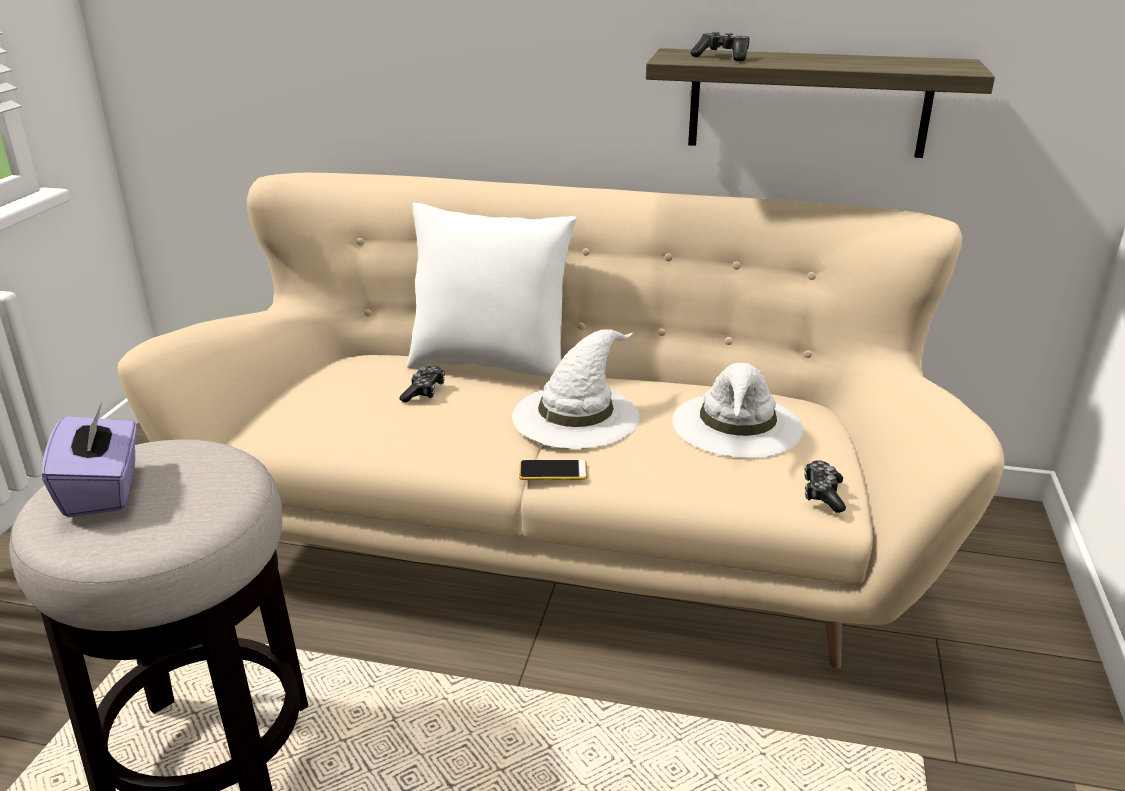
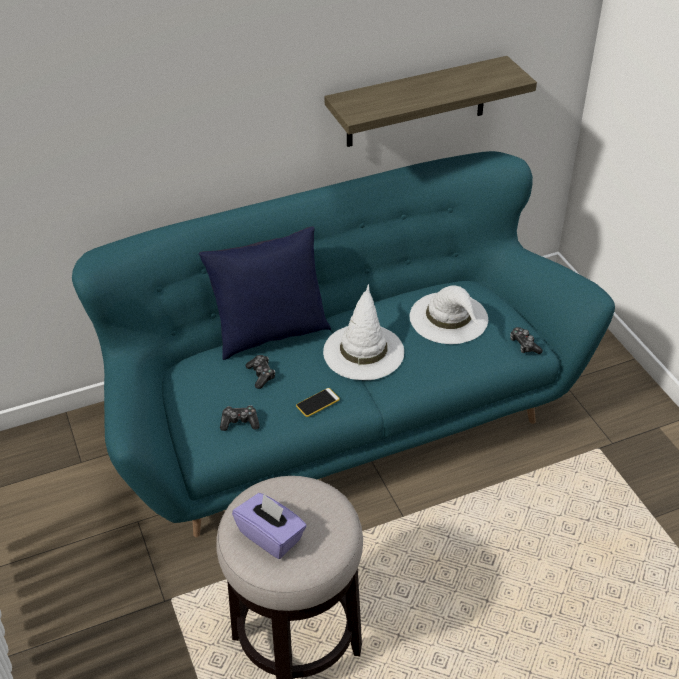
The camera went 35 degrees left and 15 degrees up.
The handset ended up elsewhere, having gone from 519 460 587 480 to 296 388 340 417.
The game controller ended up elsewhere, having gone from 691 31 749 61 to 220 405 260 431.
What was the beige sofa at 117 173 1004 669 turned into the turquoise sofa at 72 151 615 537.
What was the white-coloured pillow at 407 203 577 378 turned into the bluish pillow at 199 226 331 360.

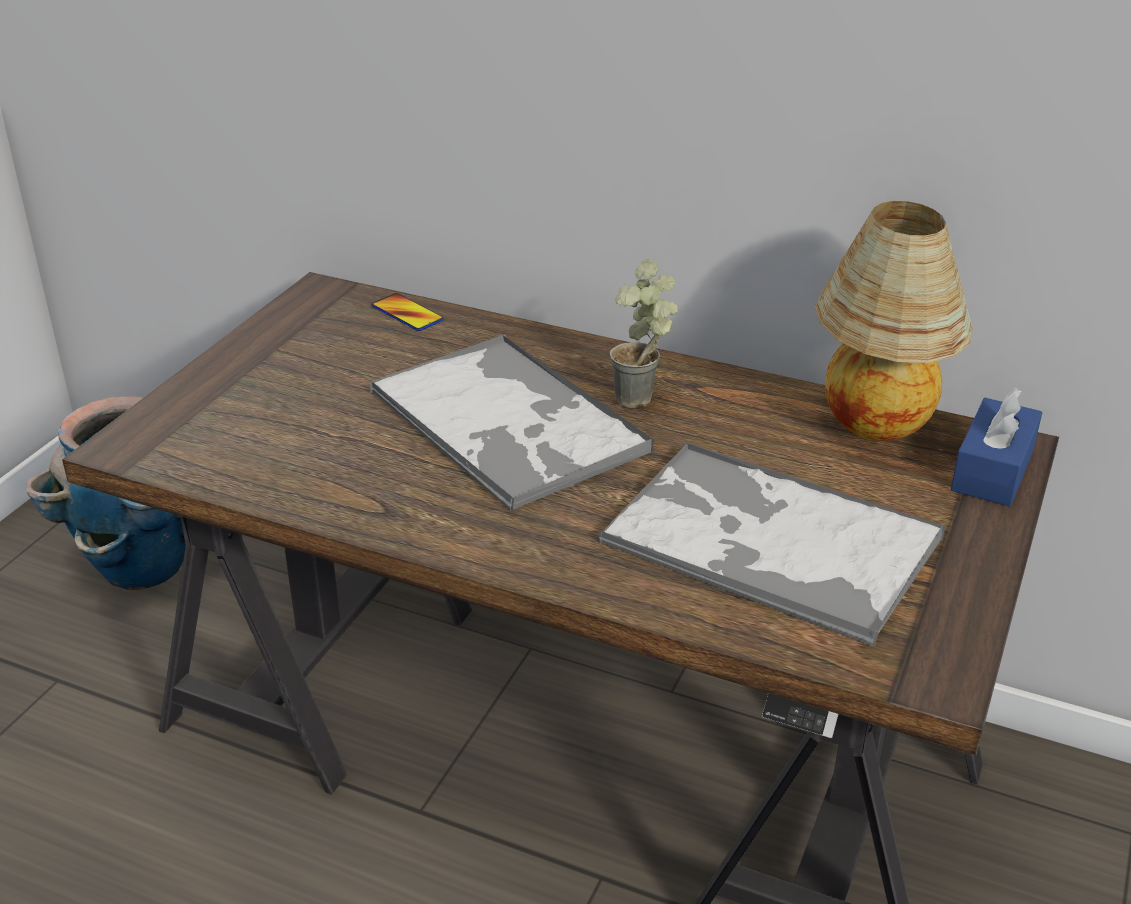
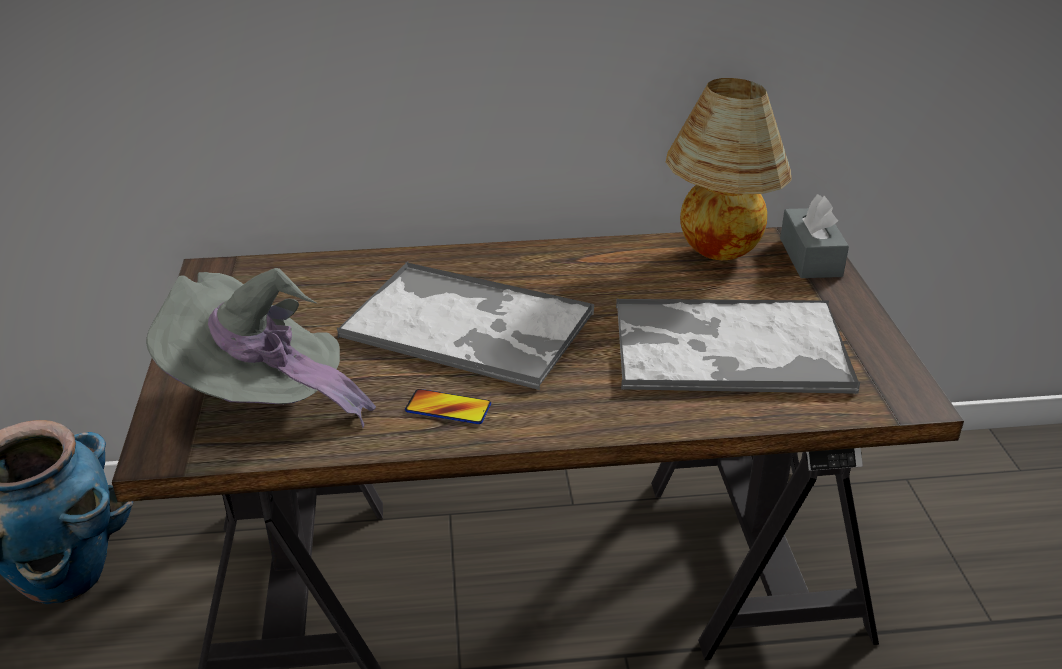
The camera went 30 degrees left and 0 degrees up.
The second view lost the potted plant at 610 259 678 408.
The second view gained the grey hat at 146 268 376 429.
The handset ended up elsewhere, having gone from 372 293 444 331 to 405 389 491 424.
What was the bluish tissue box at 951 388 1042 507 turned into the grey tissue box at 780 194 849 278.

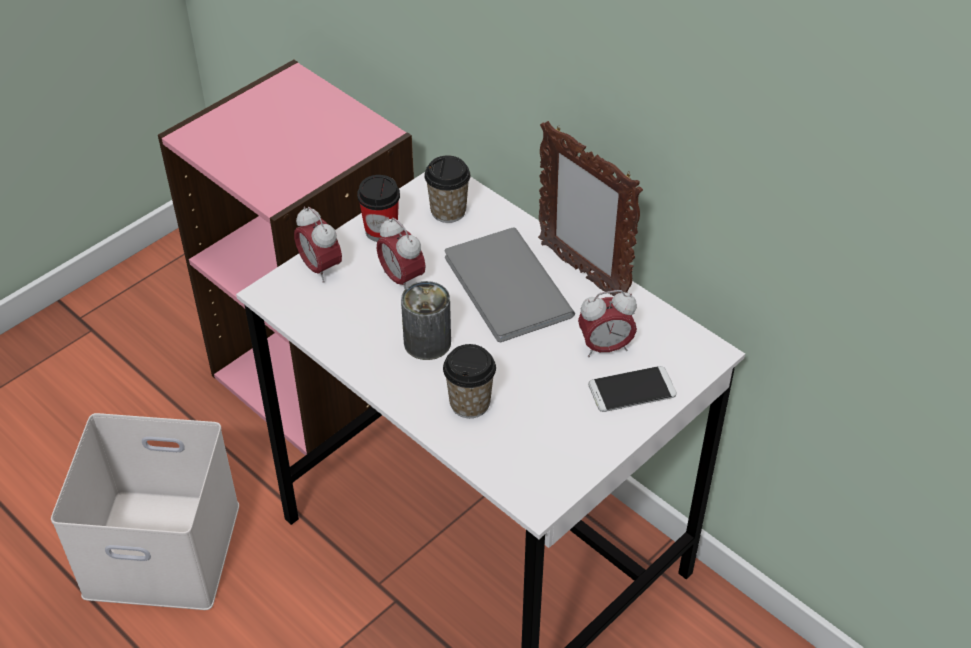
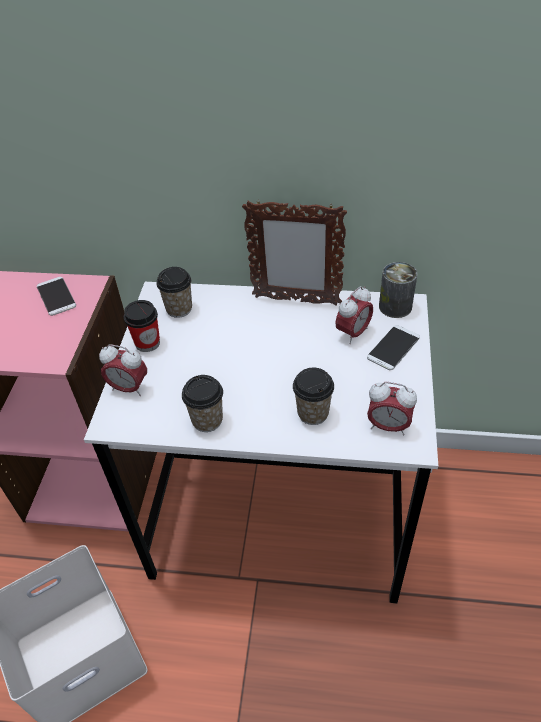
The camera went 35 degrees left and 0 degrees up.
The second view lost the grey volume at 444 227 575 342.
The second view gained the handset at 37 277 76 316.
The second view gained the small cup at 182 375 223 432.
The table clock ended up elsewhere, having gone from 377 217 426 289 to 367 382 417 435.
The metal can ended up elsewhere, having gone from 401 281 451 360 to 379 262 417 318.

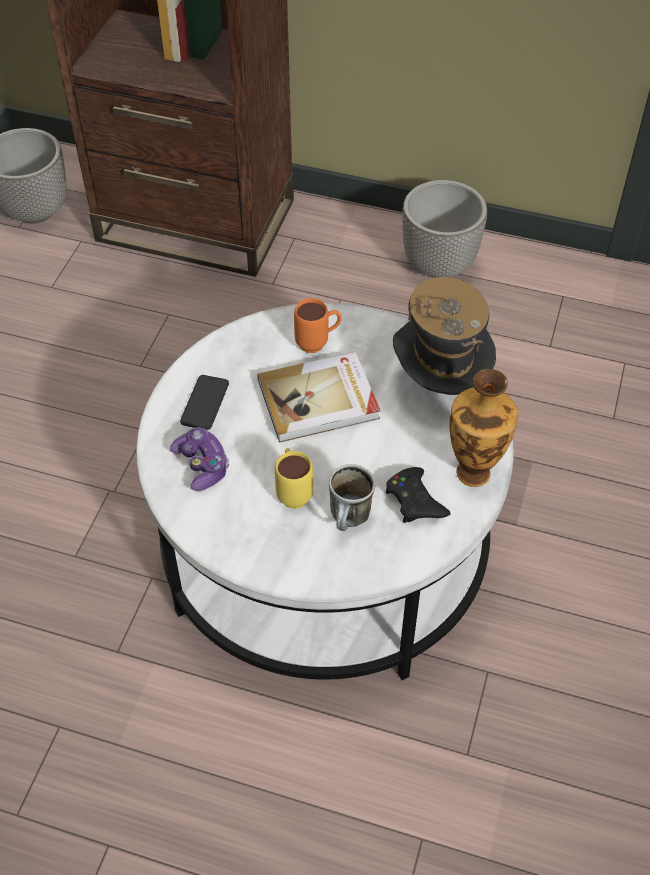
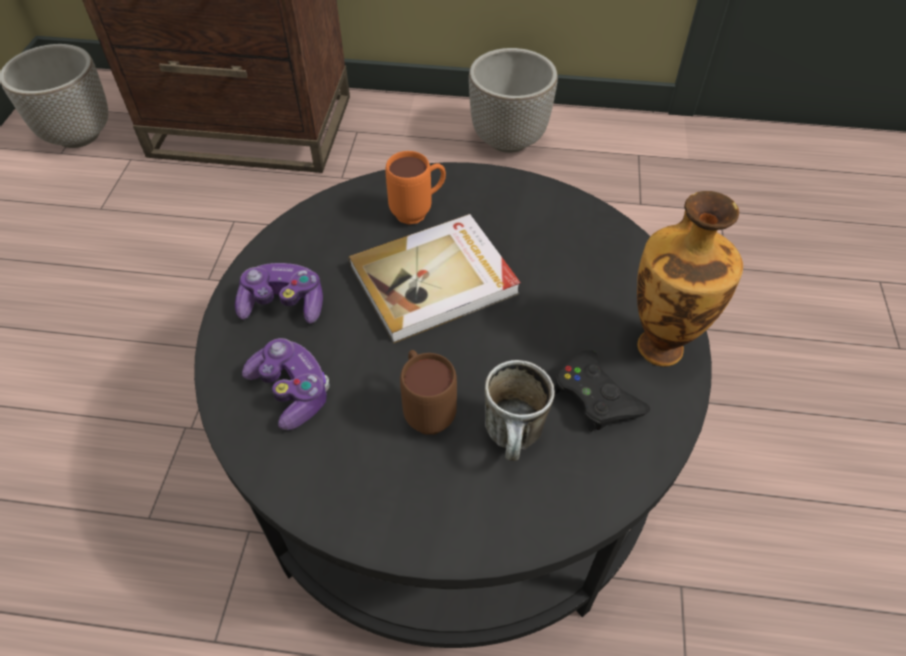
The camera went 10 degrees left and 0 degrees up.
The second view lost the hat at 393 277 496 395.
Where the handset stood at 180 375 229 430, the game controller came to stand at 235 263 323 324.
What was the white-coloured low table at 136 302 514 680 turned into the blackish low table at 194 162 712 648.
What was the yellow mug at 275 448 313 509 turned into the brown mug at 400 350 457 435.

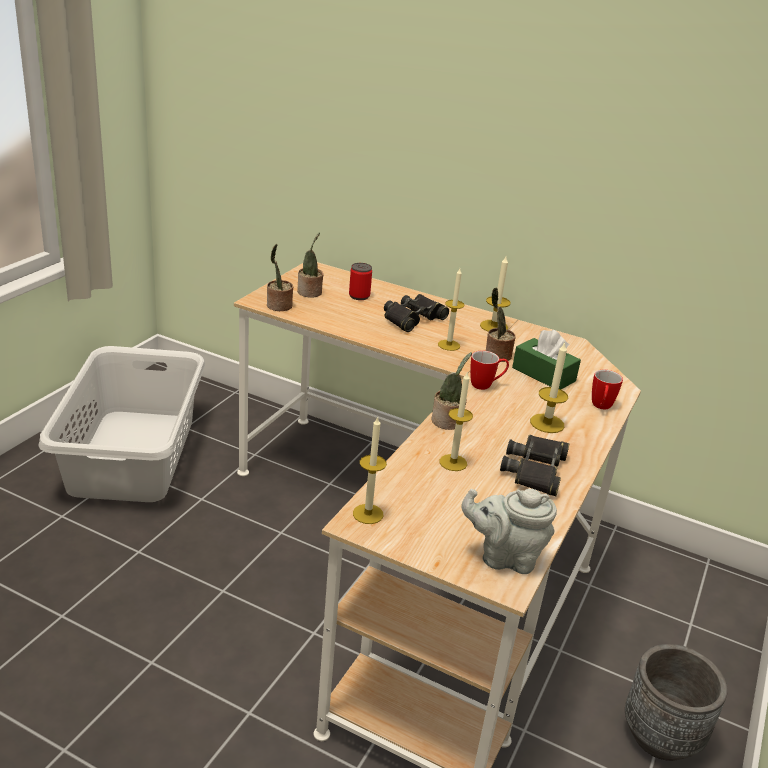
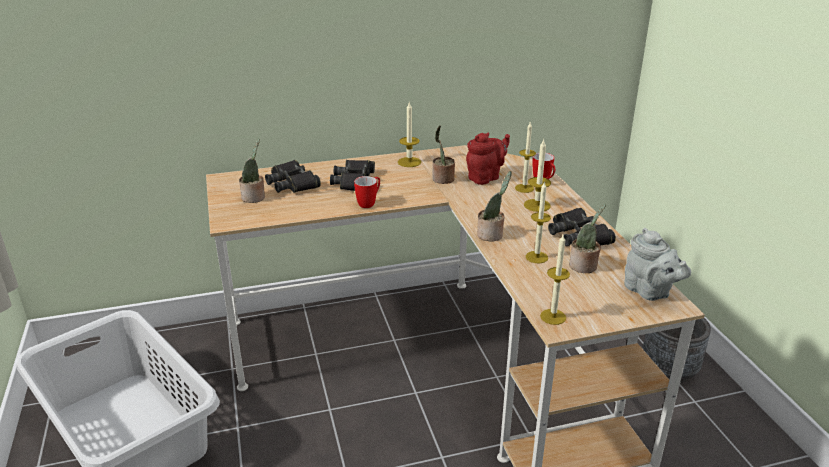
The camera went 40 degrees left and 0 degrees up.
The potted plant ended up elsewhere, having gone from 267 244 293 311 to 569 204 606 273.
The candle ended up elsewhere, having gone from 438 268 465 351 to 515 122 536 193.
The mug ended up elsewhere, having gone from 470 351 509 390 to 354 176 380 208.
Where the metal can stood at 349 263 372 300, the blackish field glasses came to stand at 265 160 321 193.
Where the green-coloured tissue box stood at 512 330 581 389, the red-coloured teapot came to stand at 466 132 510 185.
The grey teapot at 461 489 557 574 ended up facing another way, 90 degrees counterclockwise from before.

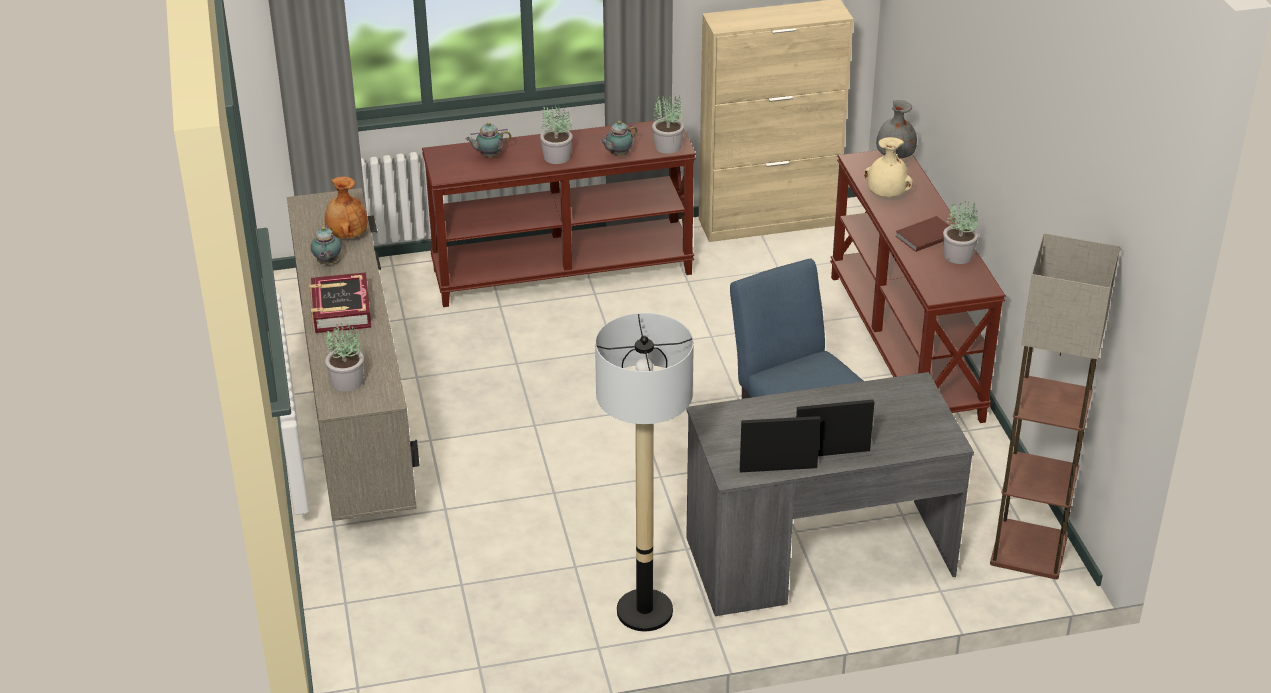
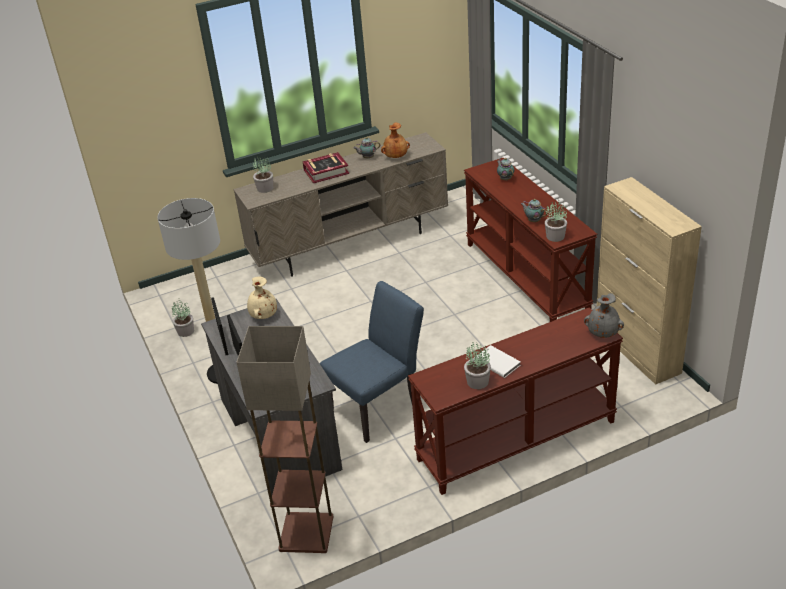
The camera went 80 degrees right and 0 degrees up.
The potted plant ended up elsewhere, having gone from 540 104 573 164 to 172 299 194 337.
The beige flower vase ended up elsewhere, having gone from 864 137 913 197 to 247 277 277 319.
What was the brown volume at 895 216 950 252 turned into the white-coloured volume at 474 345 521 378.

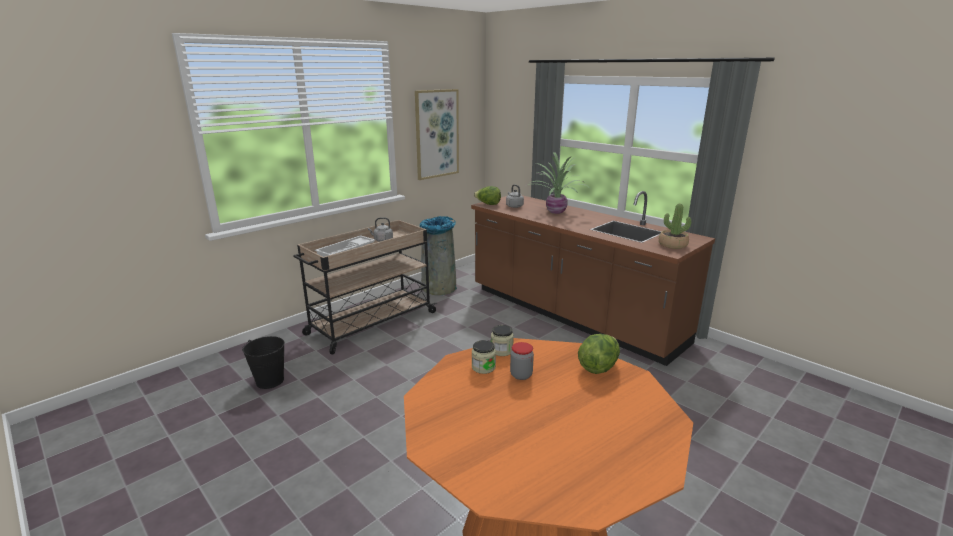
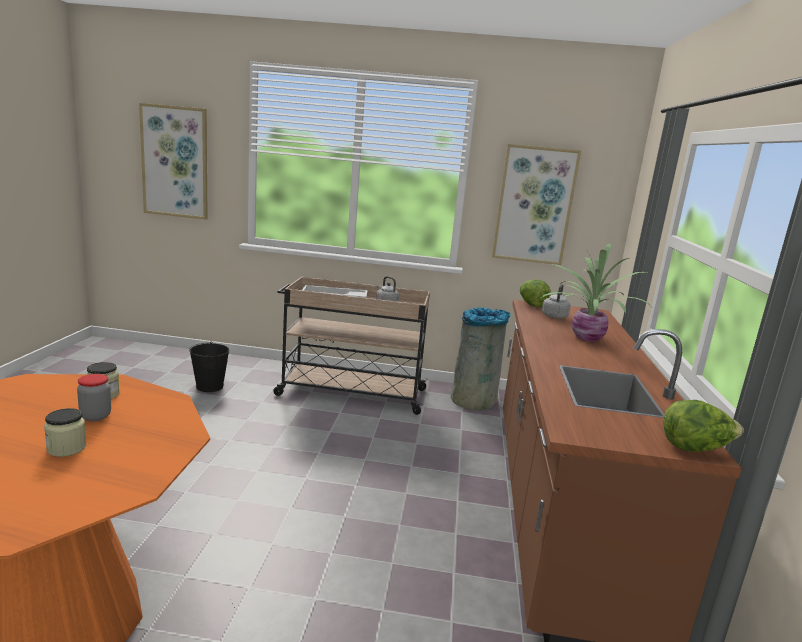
The camera went 50 degrees right and 5 degrees down.
The second view lost the potted plant at 659 203 691 249.
The second view gained the wall picture at 139 103 208 220.
The storage jar ended up elsewhere, having gone from 491 325 514 356 to 44 408 86 457.
The head of lettuce ended up elsewhere, having gone from 578 334 620 374 to 663 400 744 452.

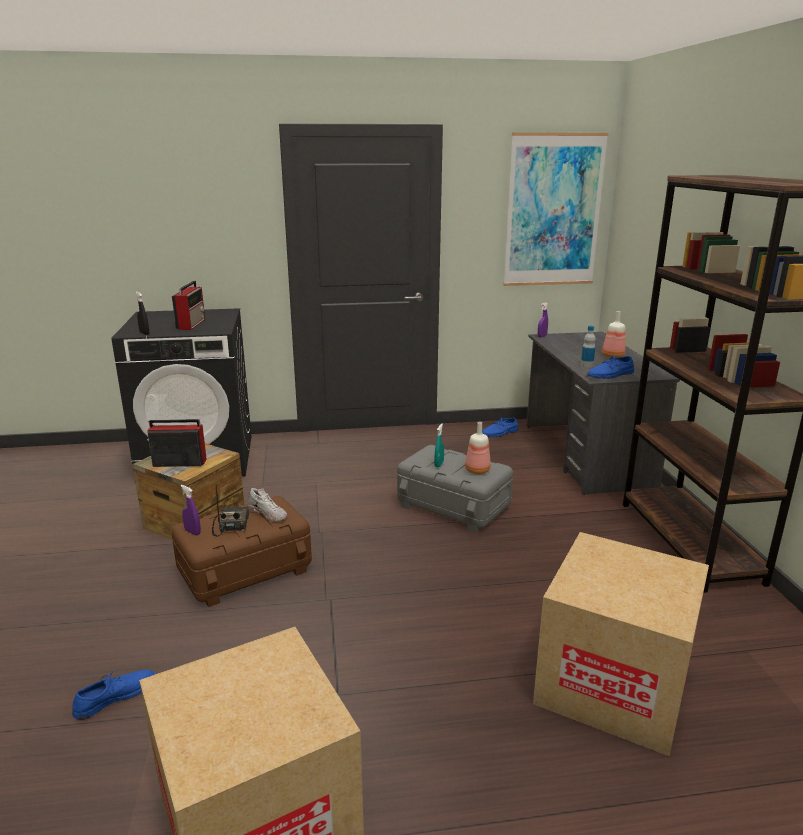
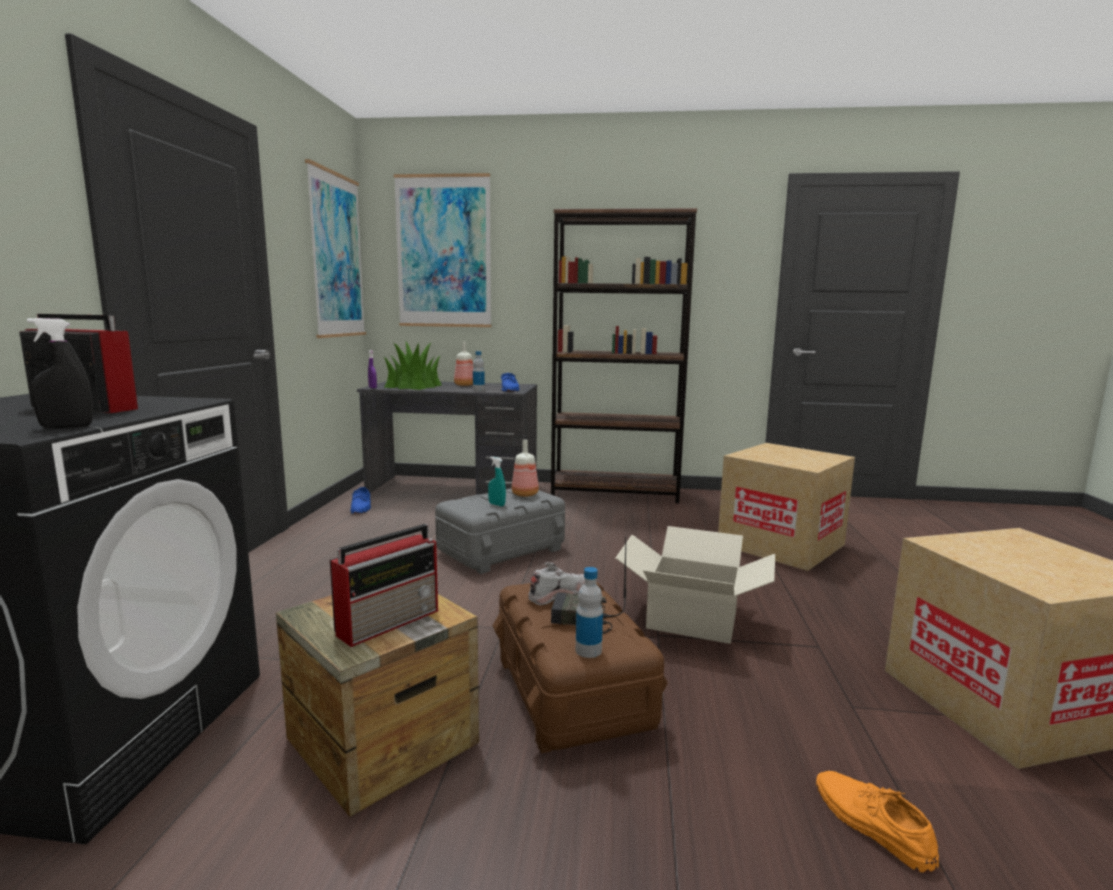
The camera went 75 degrees left and 10 degrees down.
The second view gained the potted plant at 384 342 442 390.
The second view gained the wall picture at 394 173 491 327.
The second view gained the packing box at 616 526 775 644.
Where the purplish spray bottle stood at 181 485 201 535, the drink bottle came to stand at 576 567 603 658.
What was the bluish low shoe at 72 670 156 720 turned into the orange-coloured low shoe at 816 771 939 873.
The radio set at 147 419 207 467 ended up facing another way, 150 degrees counterclockwise from before.

